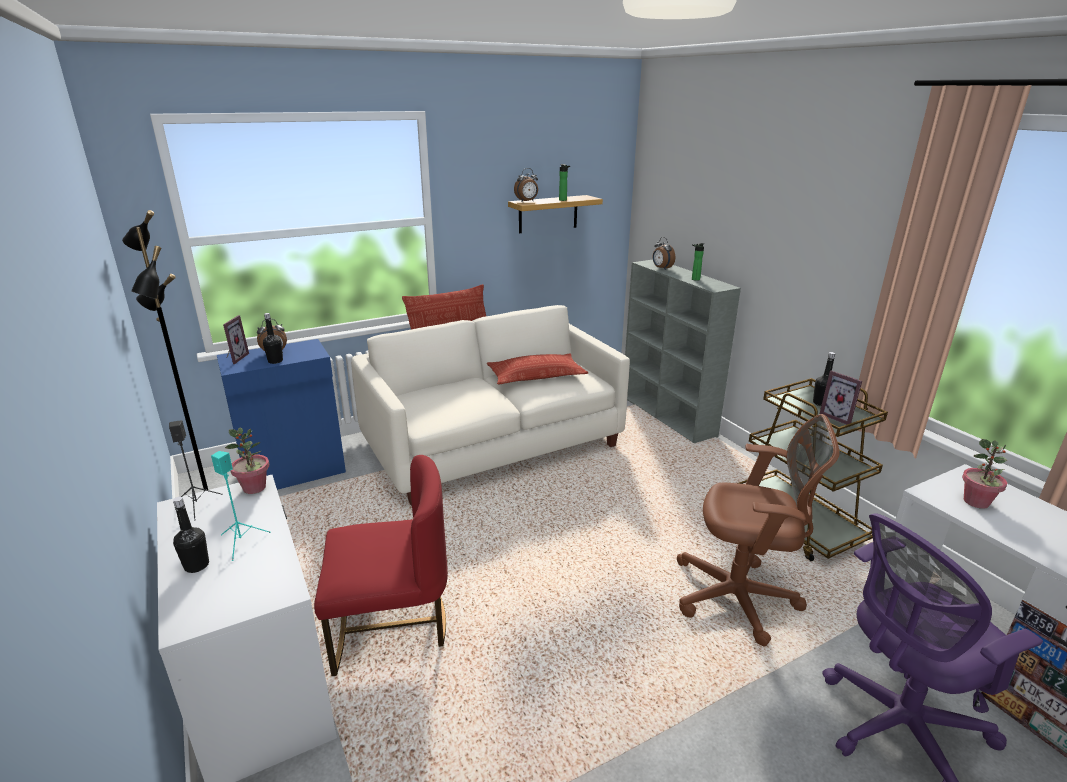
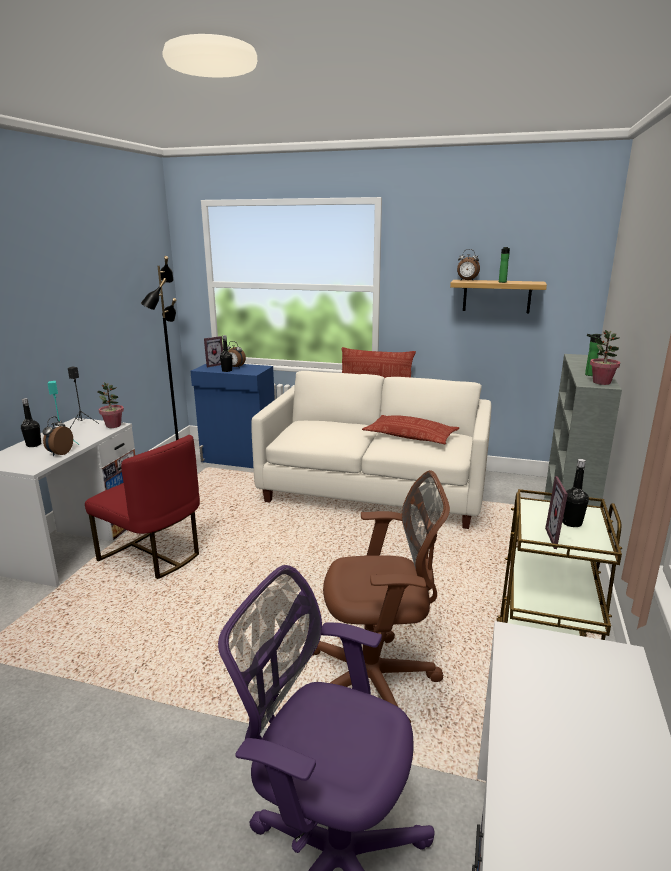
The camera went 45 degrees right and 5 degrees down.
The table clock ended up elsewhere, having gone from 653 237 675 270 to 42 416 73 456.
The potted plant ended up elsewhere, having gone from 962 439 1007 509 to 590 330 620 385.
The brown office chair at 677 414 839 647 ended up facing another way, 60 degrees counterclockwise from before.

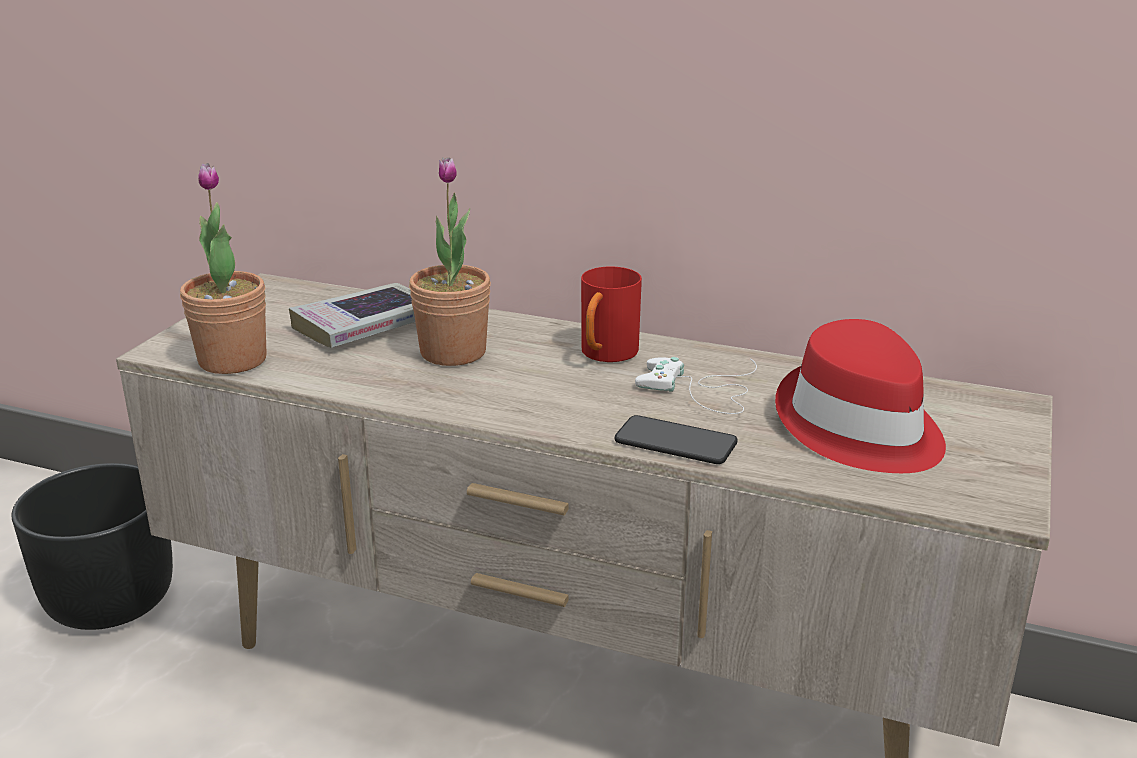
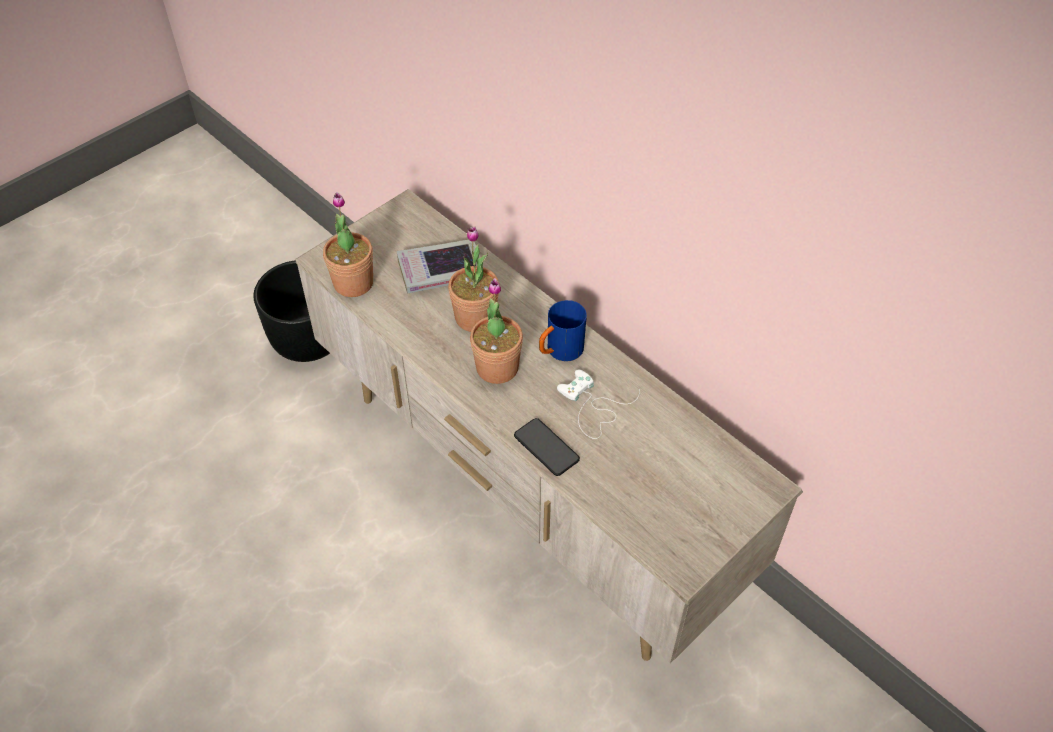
The camera went 25 degrees right and 25 degrees up.
The second view lost the red-coloured hat at 775 319 946 473.
The second view gained the potted plant at 470 278 523 384.
What was the red-coloured mug at 581 266 642 362 turned into the bluish mug at 539 300 587 361.

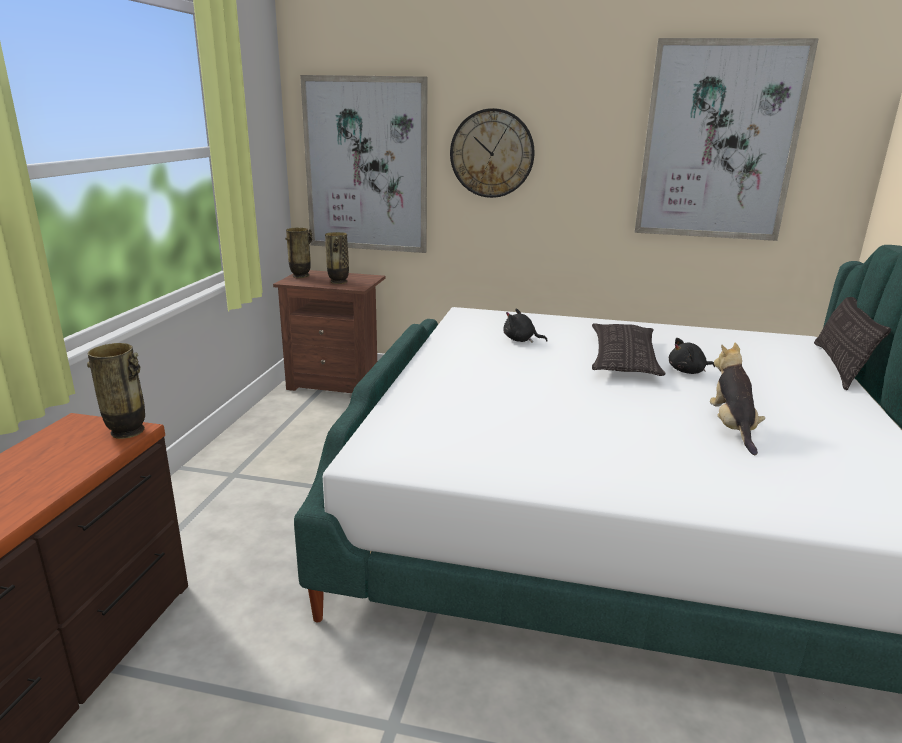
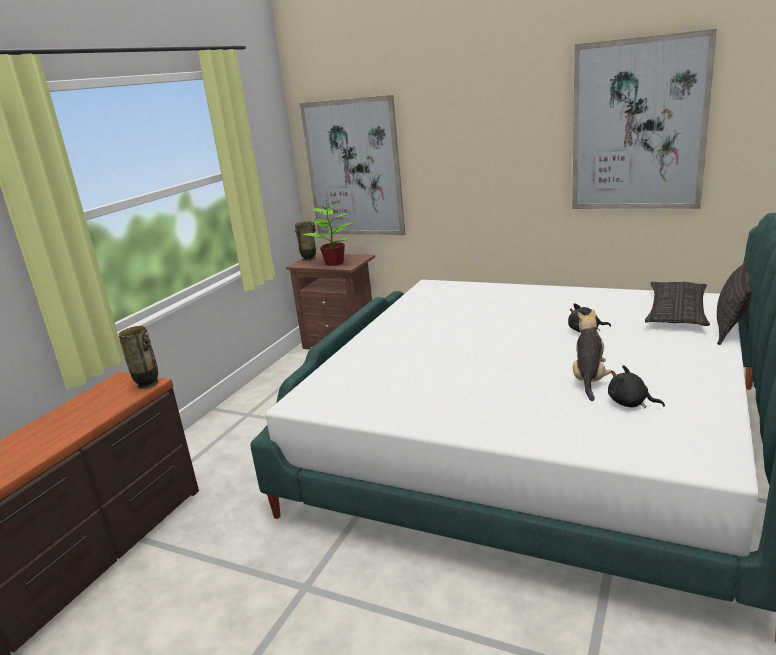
The camera went 15 degrees right and 0 degrees up.
The second view lost the hanging clock at 450 108 535 198.
The blackish soft toy ended up elsewhere, having gone from 503 309 548 343 to 608 365 665 408.
The pillow ended up elsewhere, having gone from 592 323 666 376 to 645 282 710 326.
Where the flower vase stood at 325 232 349 284, the potted plant came to stand at 302 199 354 266.

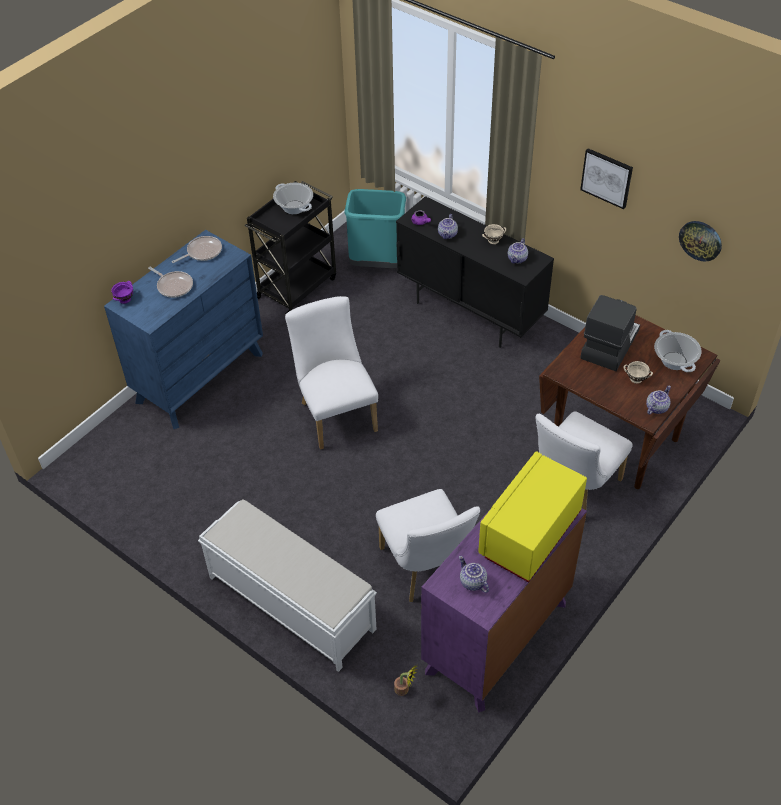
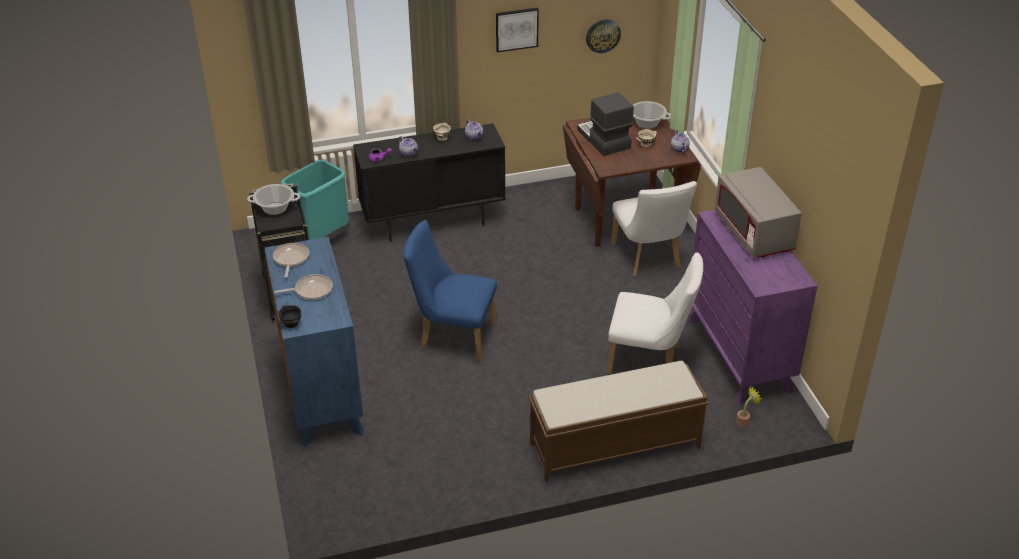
The camera went 55 degrees left and 10 degrees down.
The second view lost the teapot at 459 556 489 593.
What was the purplish bowl at 111 281 133 304 turned into the blackish bowl at 278 305 301 328.
What was the white-coloured bench at 198 499 377 672 turned into the brown bench at 529 361 709 482.
What was the white-coloured upright chair at 285 296 378 450 turned into the bluish upright chair at 403 220 497 360.
What was the yellow microwave at 478 451 587 583 turned into the grey microwave at 714 167 802 258.

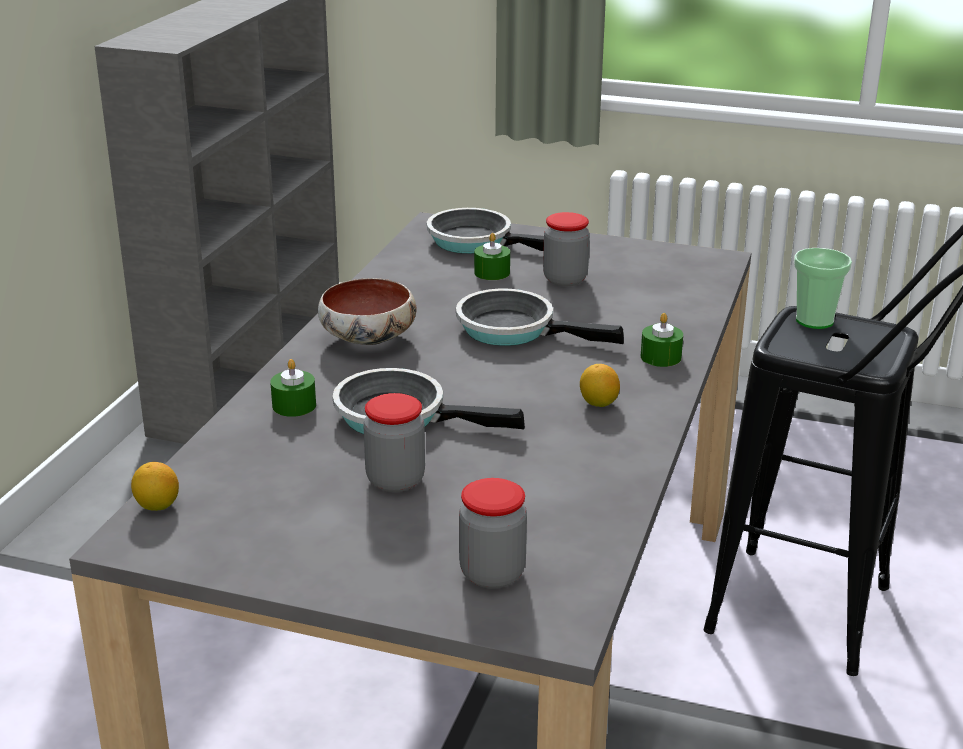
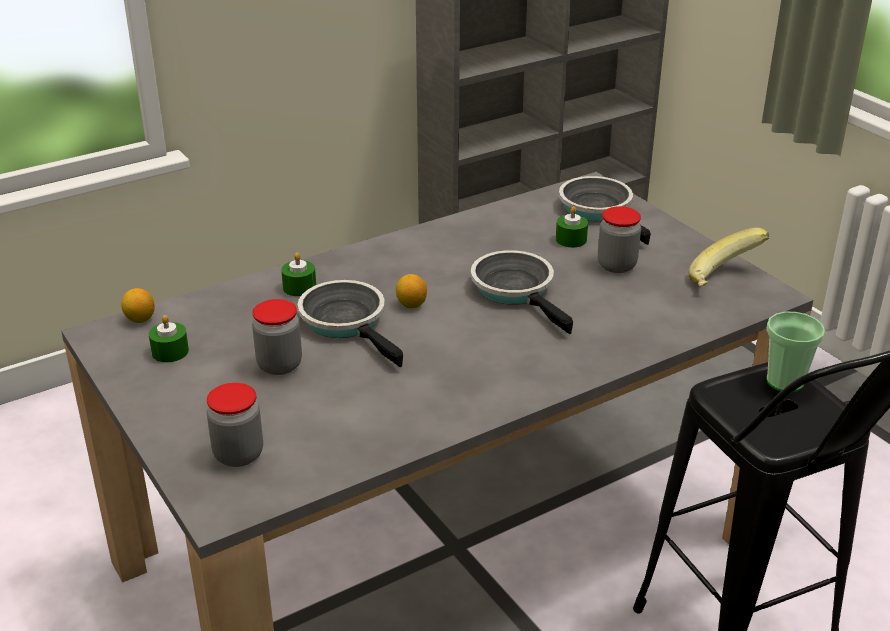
The camera went 40 degrees right and 5 degrees up.
The second view lost the bowl at 318 278 416 345.
The second view gained the whole banana at 689 228 769 286.
The whole lemon ended up elsewhere, having gone from 580 364 620 407 to 396 274 427 308.
The green-coloured candle ended up elsewhere, having gone from 641 313 683 367 to 149 315 189 363.

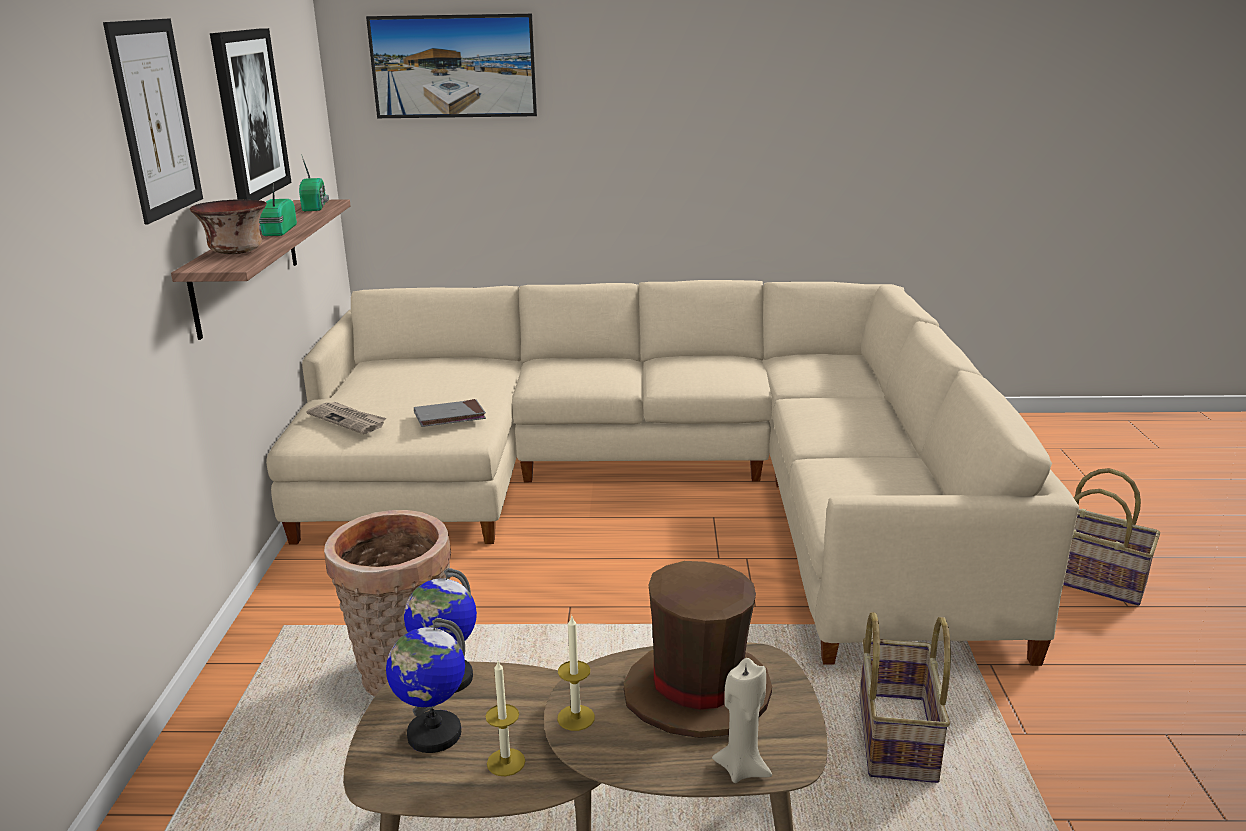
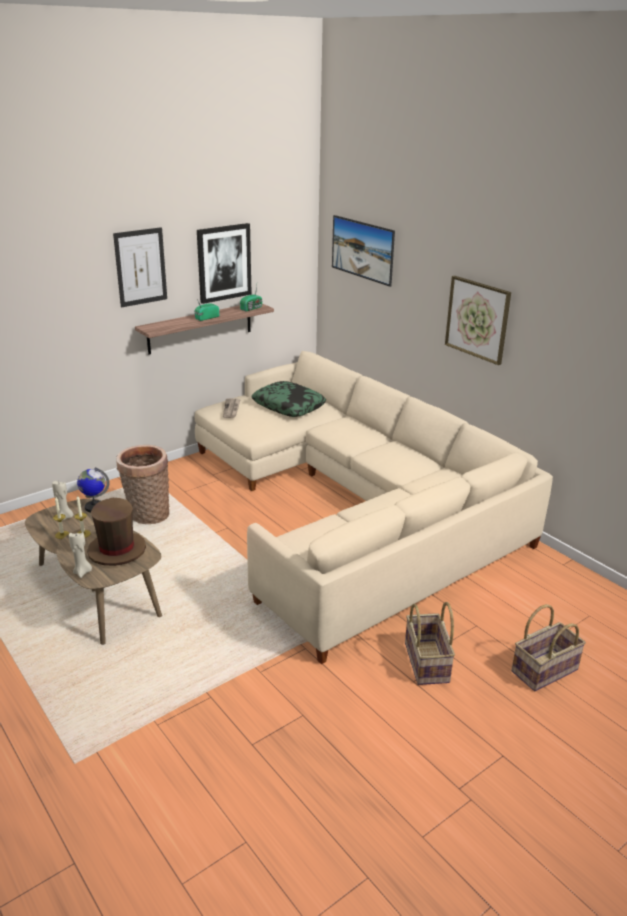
The camera went 50 degrees right and 5 degrees up.
The second view lost the bowl at 190 199 267 254.
The second view lost the grey volume at 414 399 486 427.
The second view gained the pillow at 251 381 326 417.
The second view gained the wall picture at 445 276 511 365.
The household basket ended up elsewhere, having gone from 860 612 951 783 to 511 604 586 691.
Where the desk globe stood at 386 618 465 753, the beige candle came to stand at 52 480 74 521.

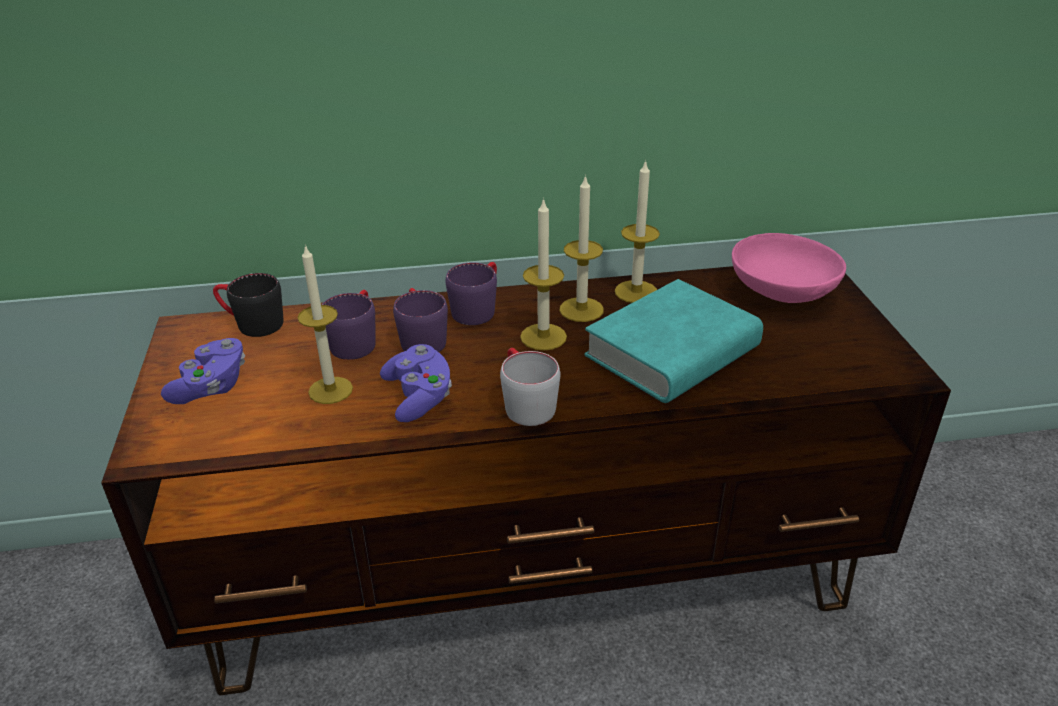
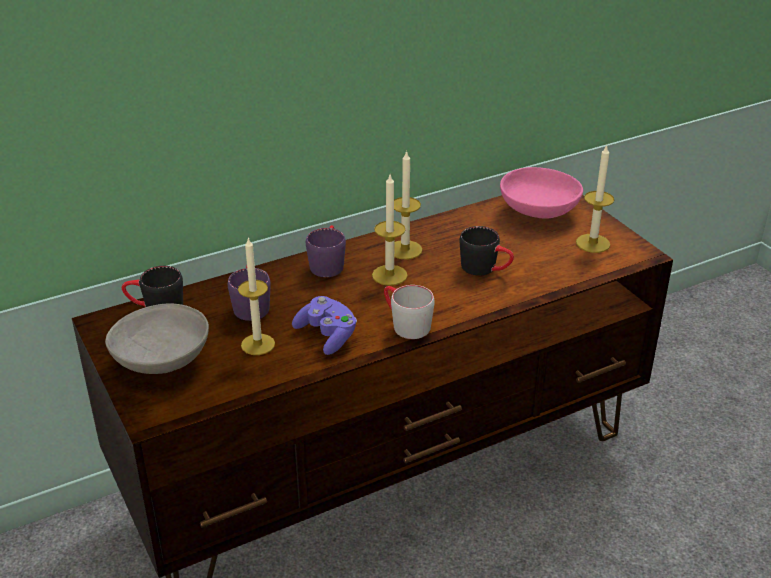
The camera went 20 degrees left and 0 degrees up.
The second view lost the purplish mug at 393 288 448 352.
The candle ended up elsewhere, having gone from 615 159 660 303 to 576 145 614 253.
Where the purplish game controller stood at 161 338 245 404, the grey bowl came to stand at 105 304 209 374.
Where the turquoise volume stood at 585 279 763 403, the blackish mug came to stand at 460 226 514 275.

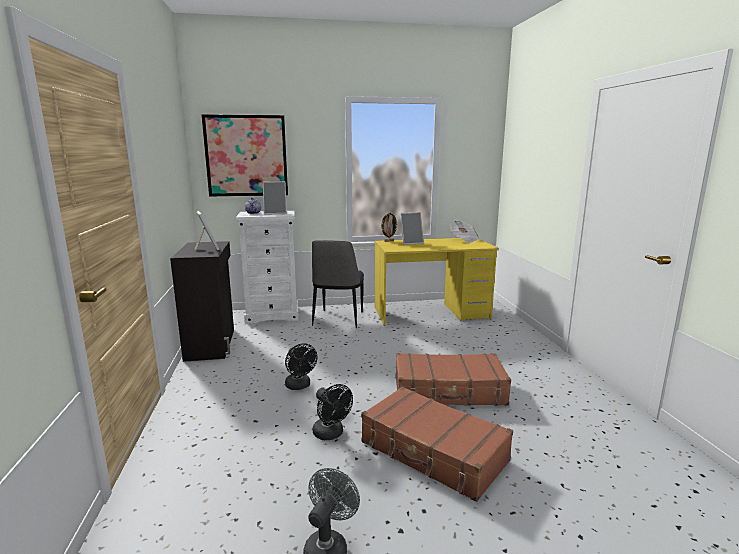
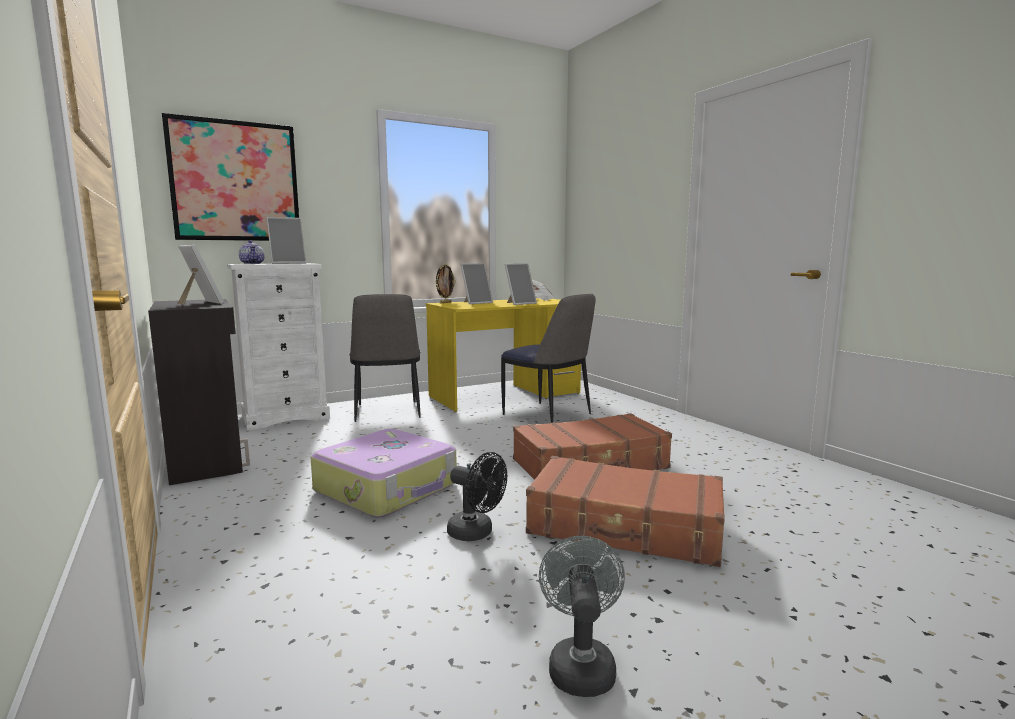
The camera went 20 degrees left and 5 degrees down.
The second view gained the upright chair at 501 294 596 423.
The second view gained the picture frame at 504 263 537 305.
Where the blackish fan stood at 285 343 317 390, the suitcase came to stand at 311 429 457 518.

